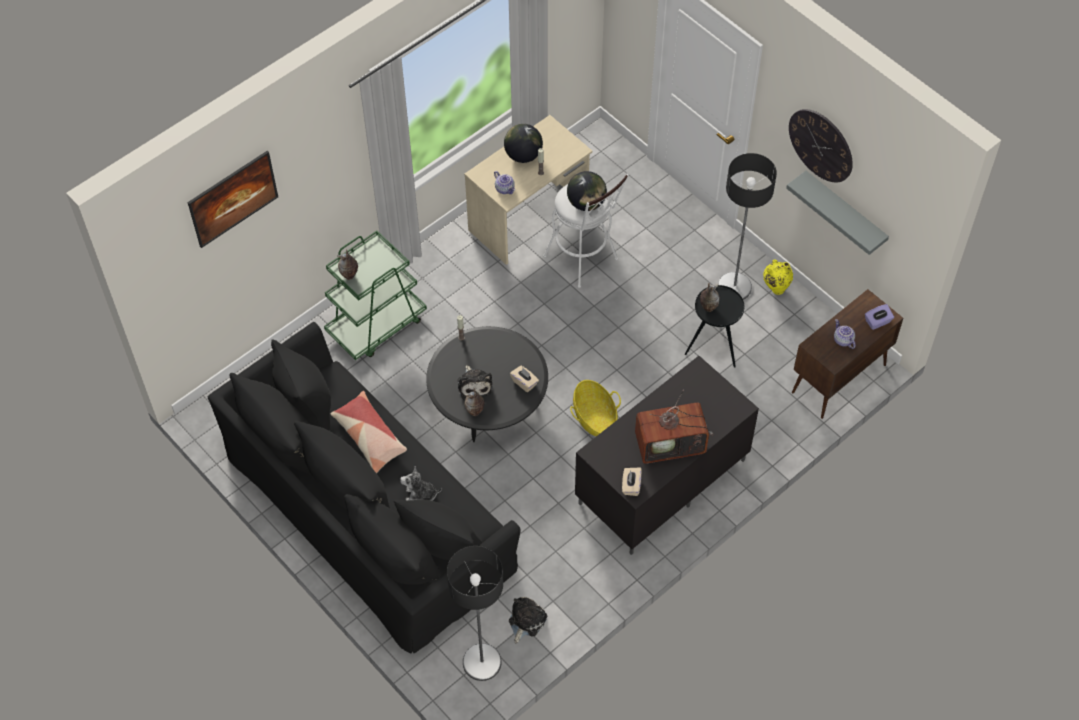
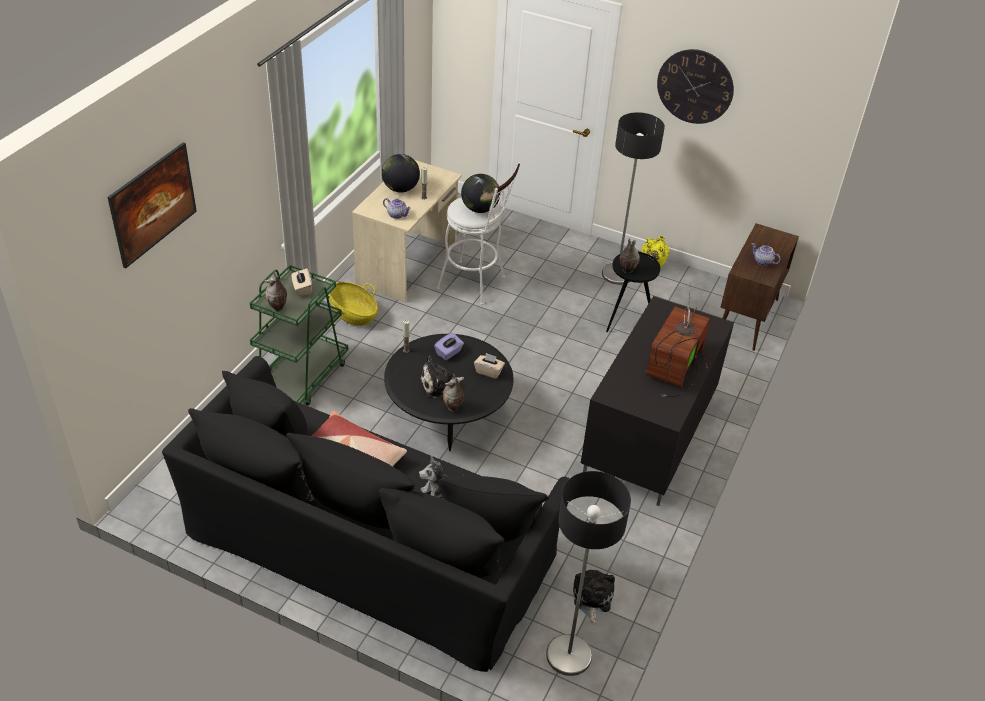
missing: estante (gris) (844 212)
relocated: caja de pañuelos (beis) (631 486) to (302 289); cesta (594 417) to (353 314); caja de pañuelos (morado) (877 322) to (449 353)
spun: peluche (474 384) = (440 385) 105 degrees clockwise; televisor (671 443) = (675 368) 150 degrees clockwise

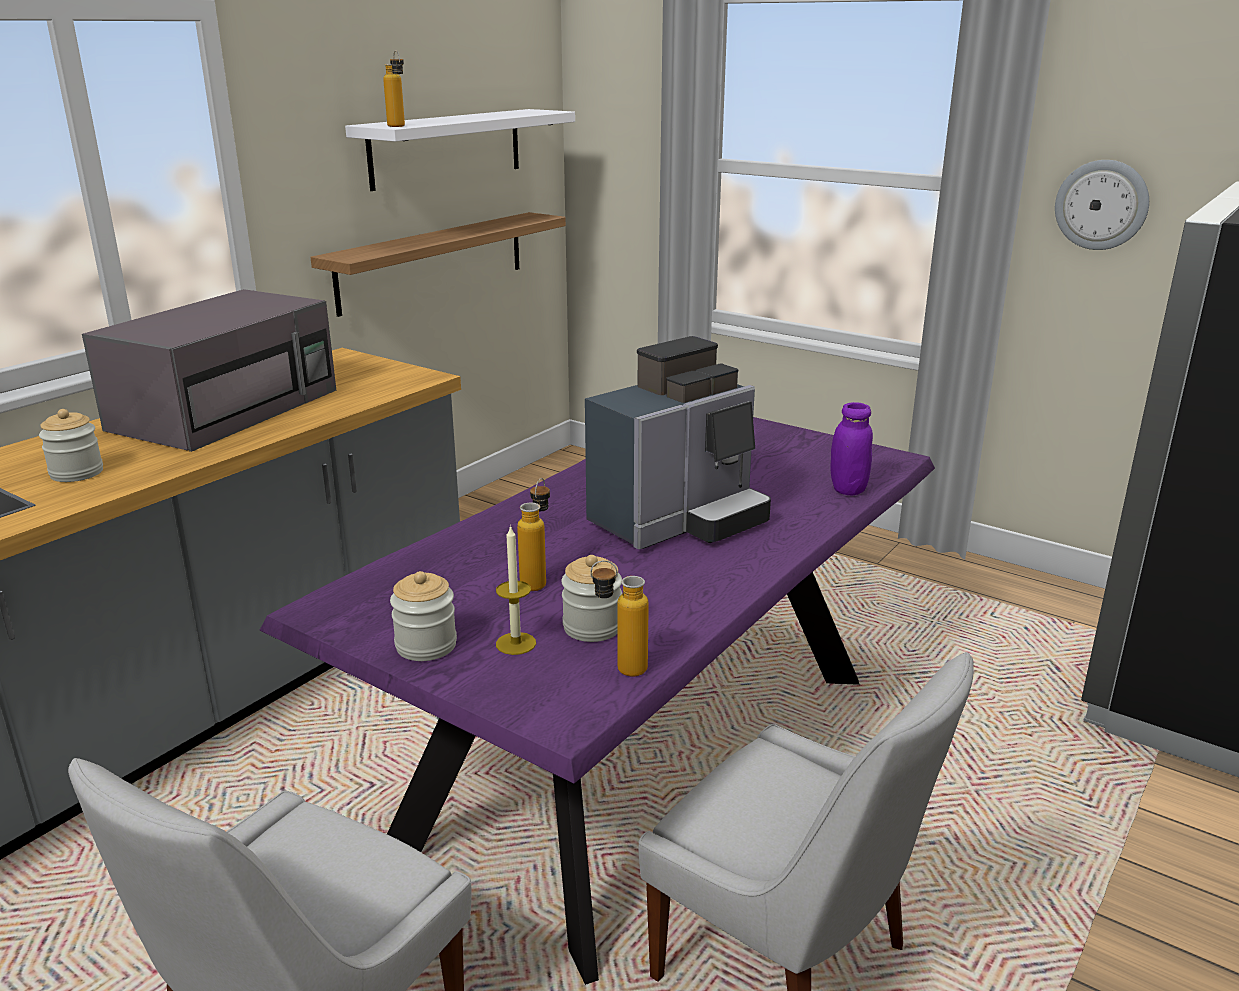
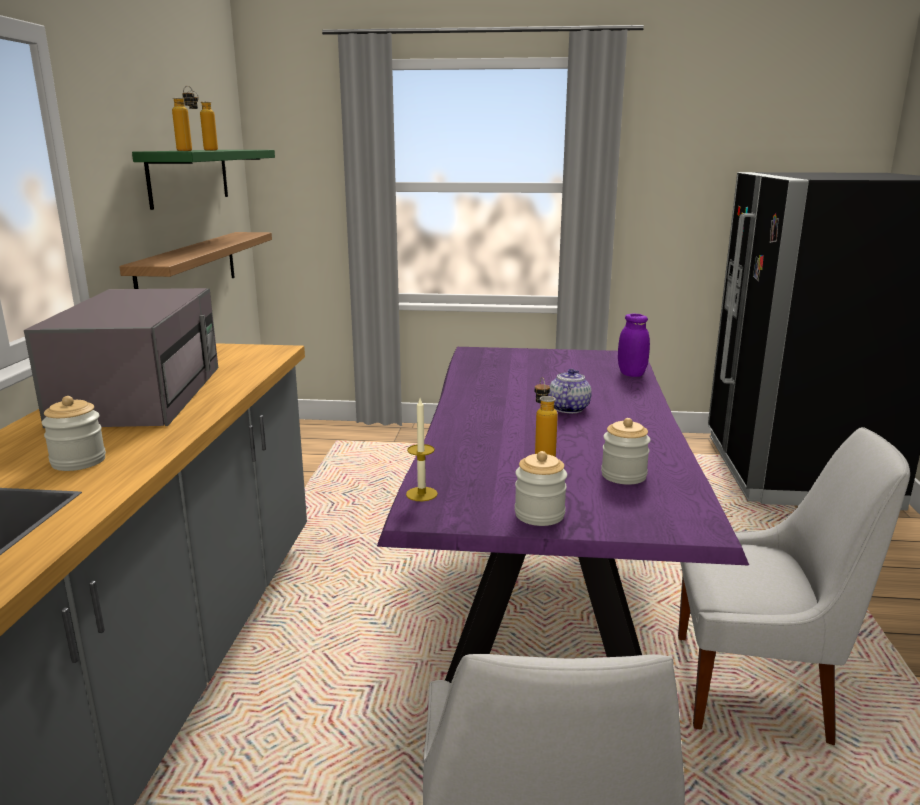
missing: reloj de pared (1101 205)
relocated: botella (619 669) to (205 150); vela (516 643) to (421 494)
exchanged: cafetera (679 521) to tetera (568 408)
colour: estante (blanco) (447 148) to estante (verde) (189 176)

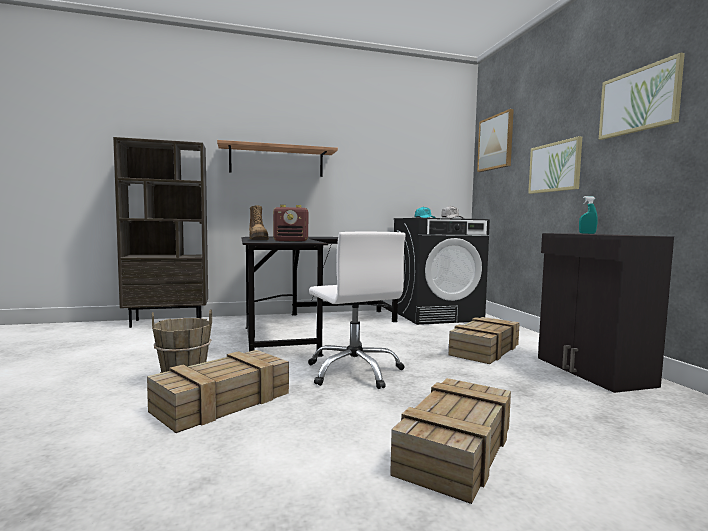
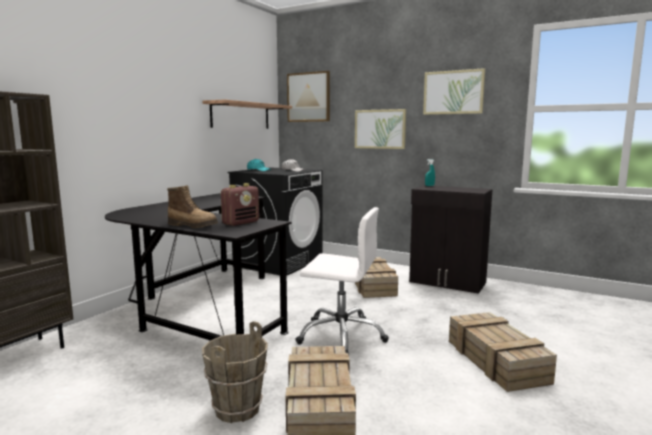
relocated: estante (277 161) to (241 116)

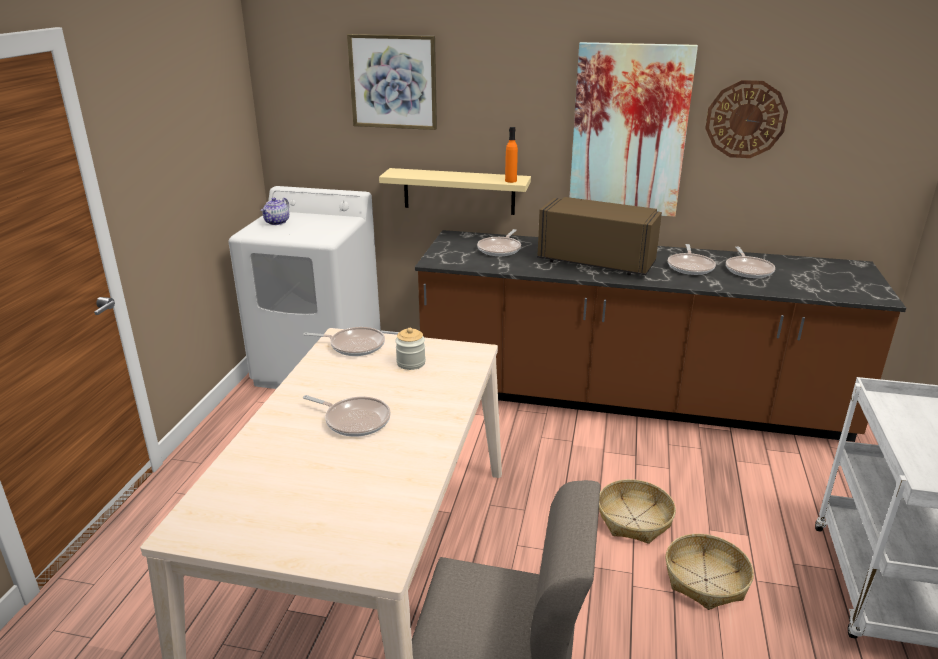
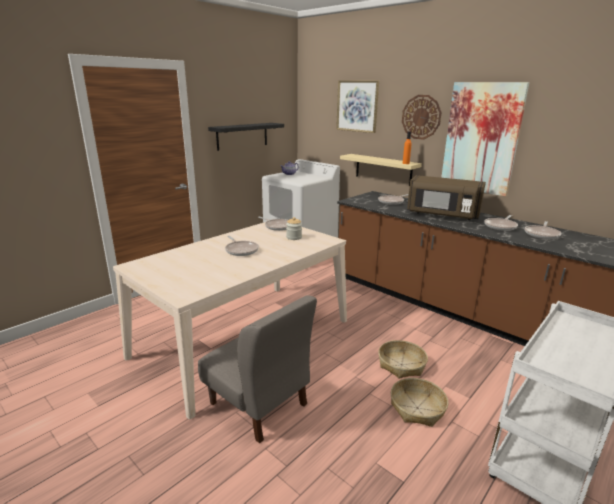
appeared: estante (negro) (242 136)
relocated: reloj de pared (745 119) to (421 117)
spun: microondas (marrón) (597 261) = (442 214) 150 degrees clockwise

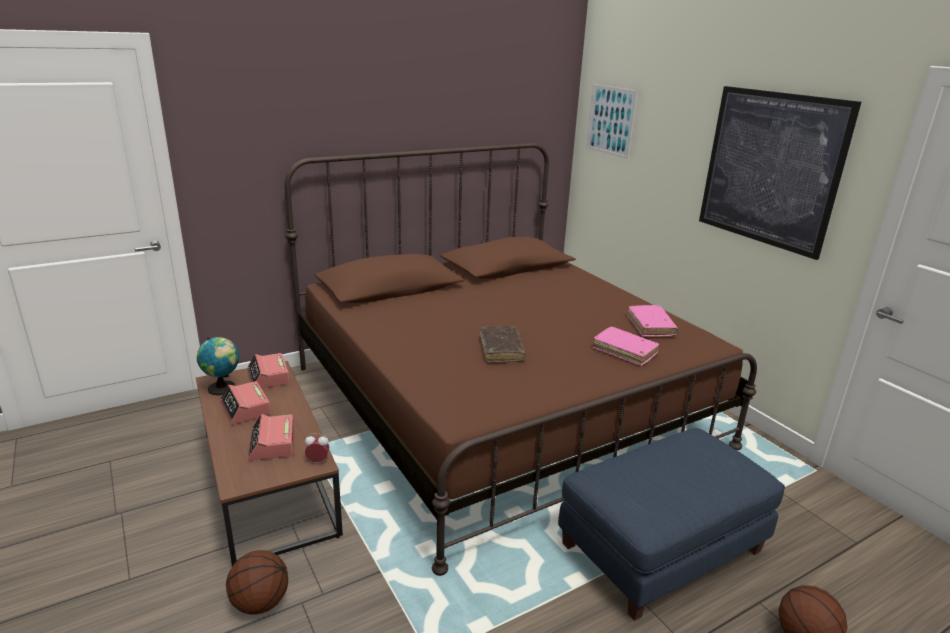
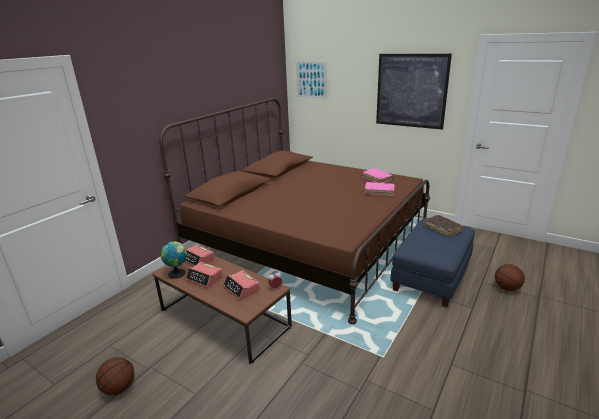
relocated: balón de baloncesto (259 603) to (119 388); libro (marrón) (501 350) to (443 228)

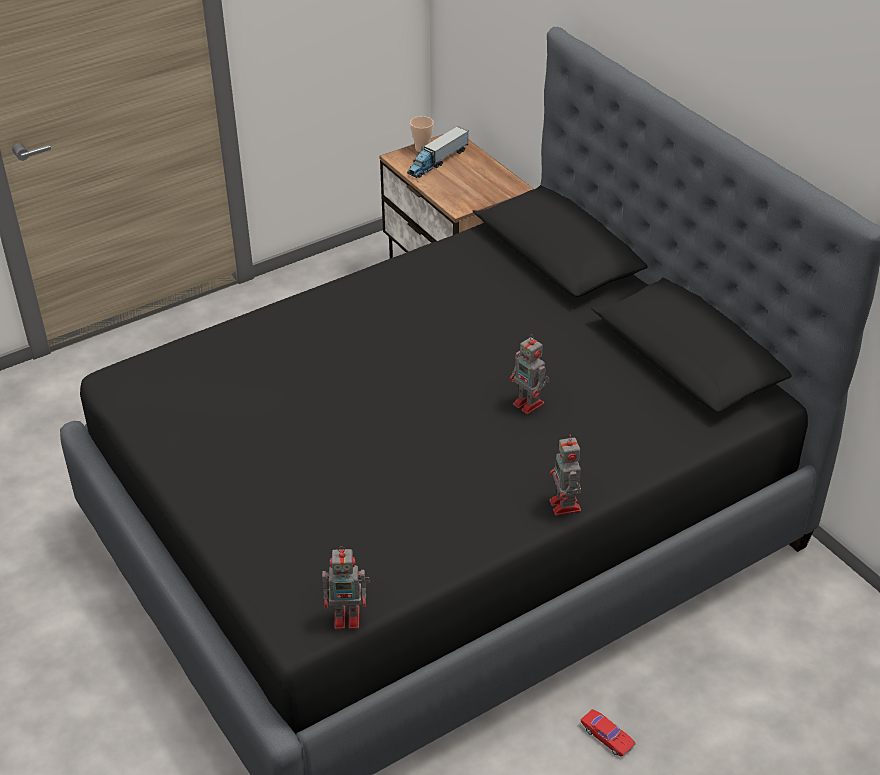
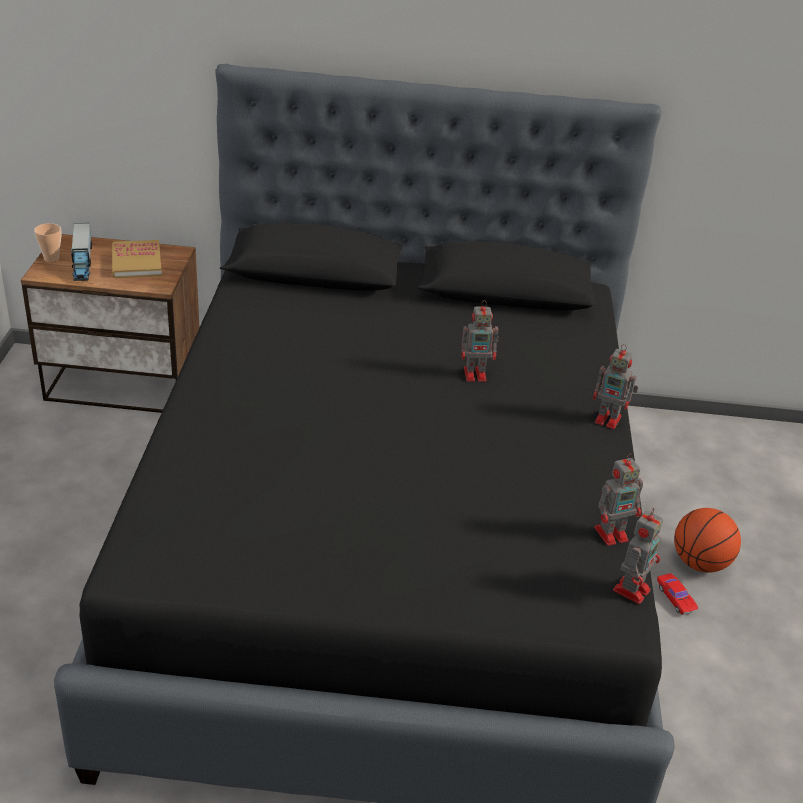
appeared: libro (136 262); robot de juguete (612 533); balón de baloncesto (700 563)
spun: coche de juguete (rojo) (607 736) = (676 597) 75 degrees clockwise

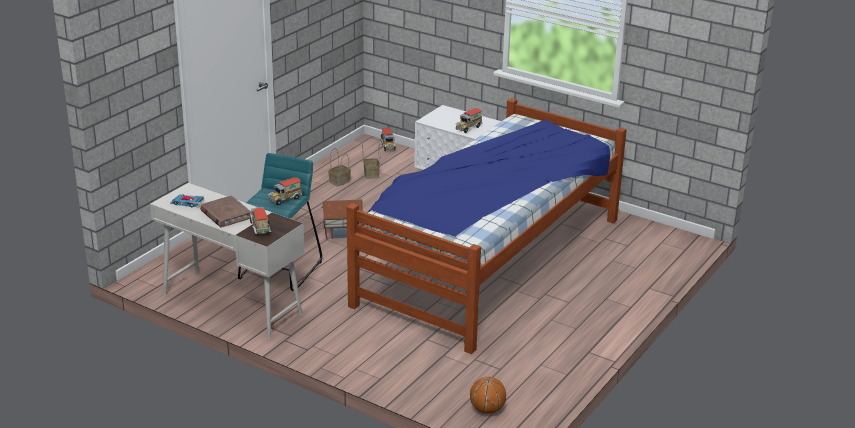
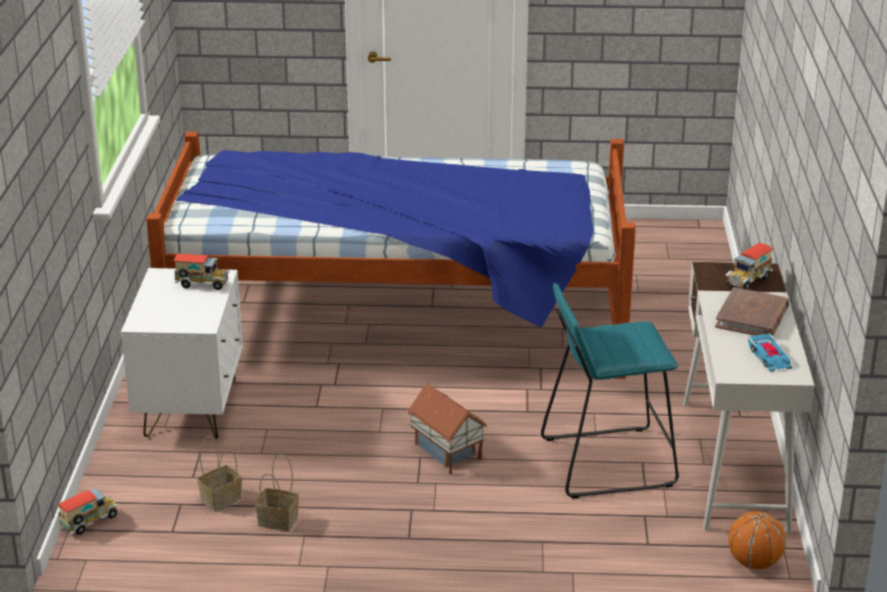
missing: camión de juguete (285 200)
relocated: balón de baloncesto (487 410) to (754 563)

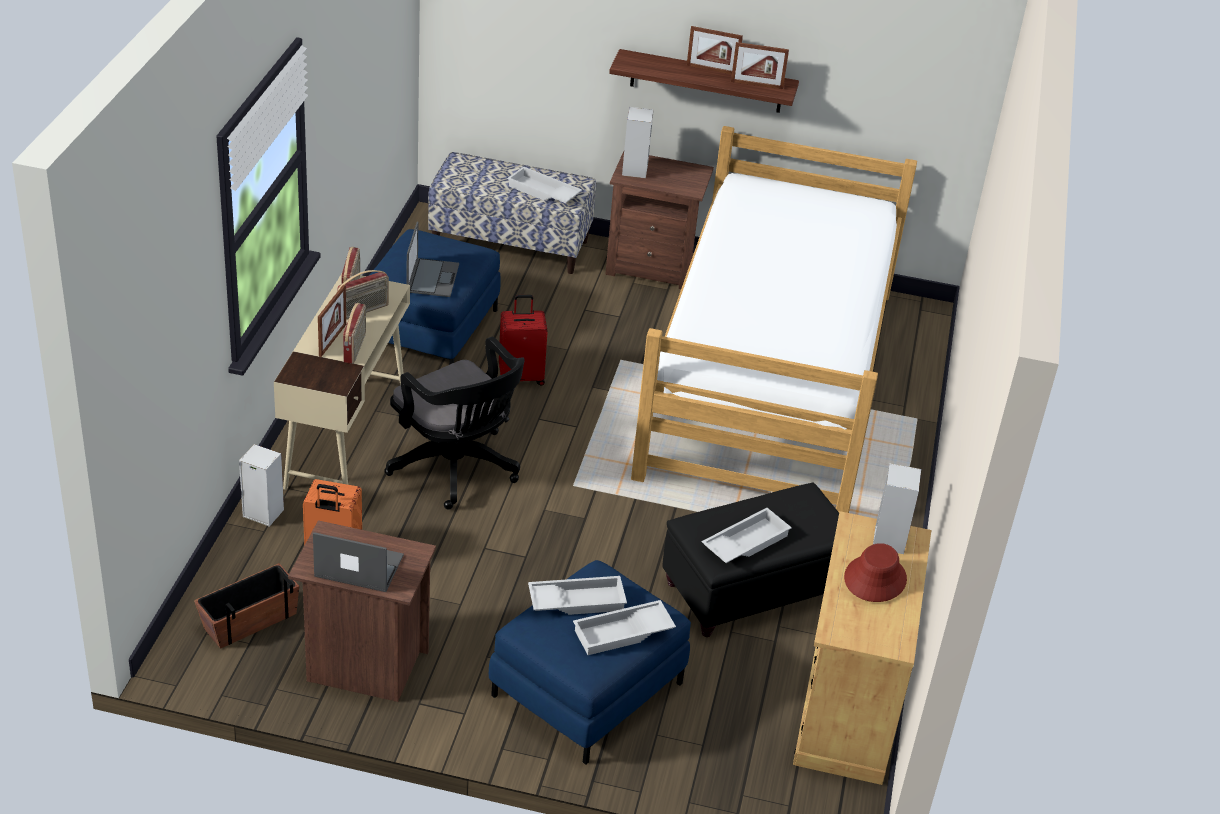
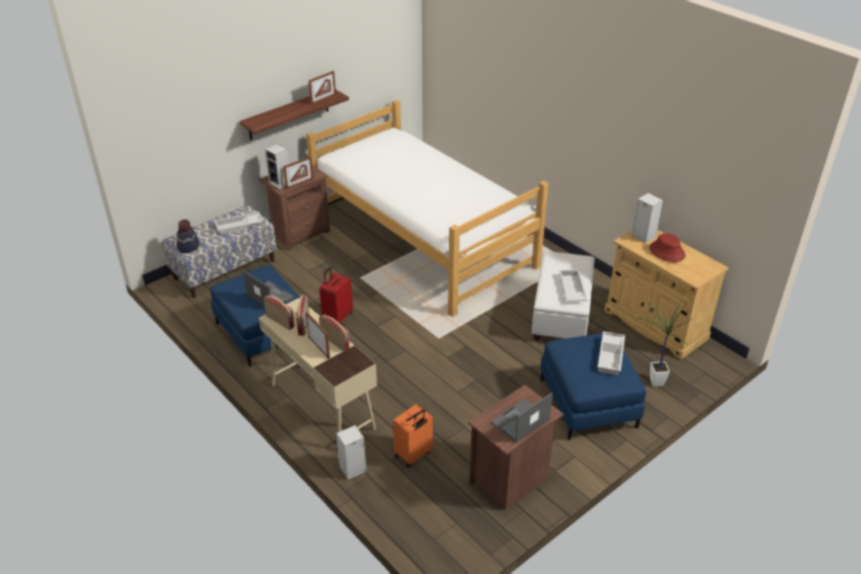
missing: maceta (249 620); silla de oficina (negro) (457 469); bandeja (blanco) (577 600)
appeared: sombrero (188 246); planta en maceta (653 381)
relocated: portarretratos (712 70) to (299 183)
colour: puf (negro) (753 590) to puf (blanco) (561 316)

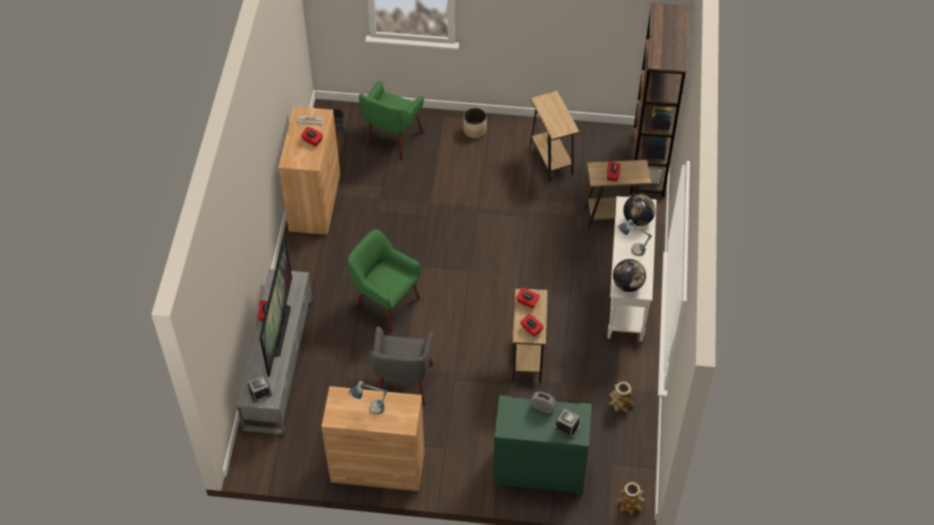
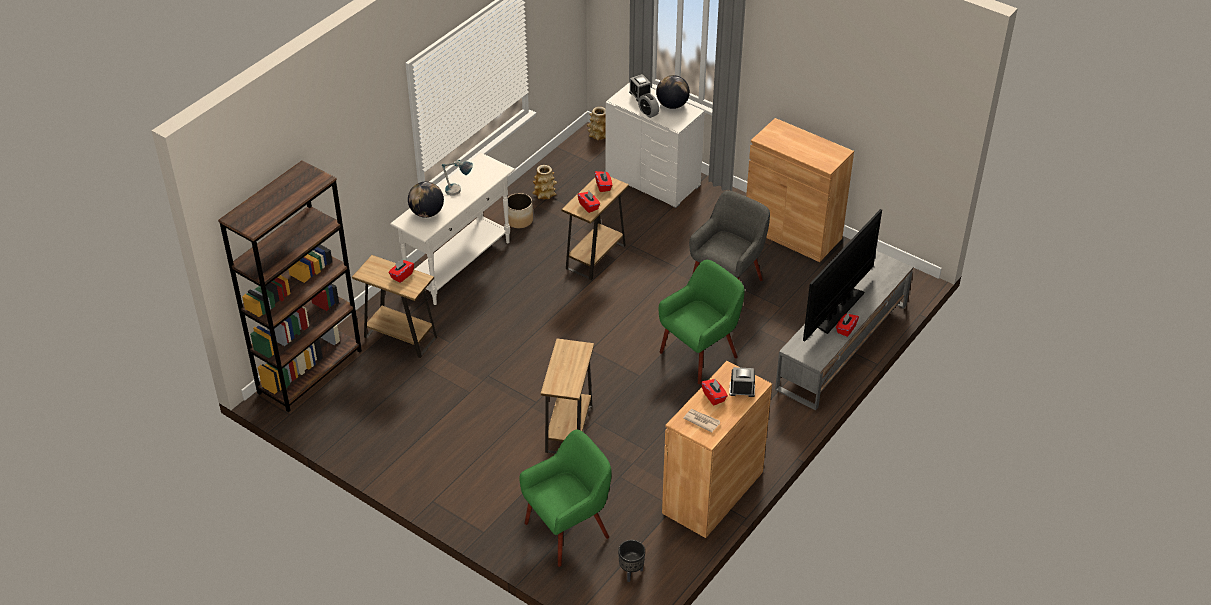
missing: lámpara de mesa (370 409)
relocated: maceta (475 130) to (519 220); mesa auxiliar (marrón) (551 159) to (569 429); globo terráqueo (628 285) to (672 105); despertador (260 393) to (742 389)
colour: cómoda (verde) (539 470) to cómoda (blanco) (653 180)
spun: sillón (verde) (385 303) = (700 355) 105 degrees counterclockwise

